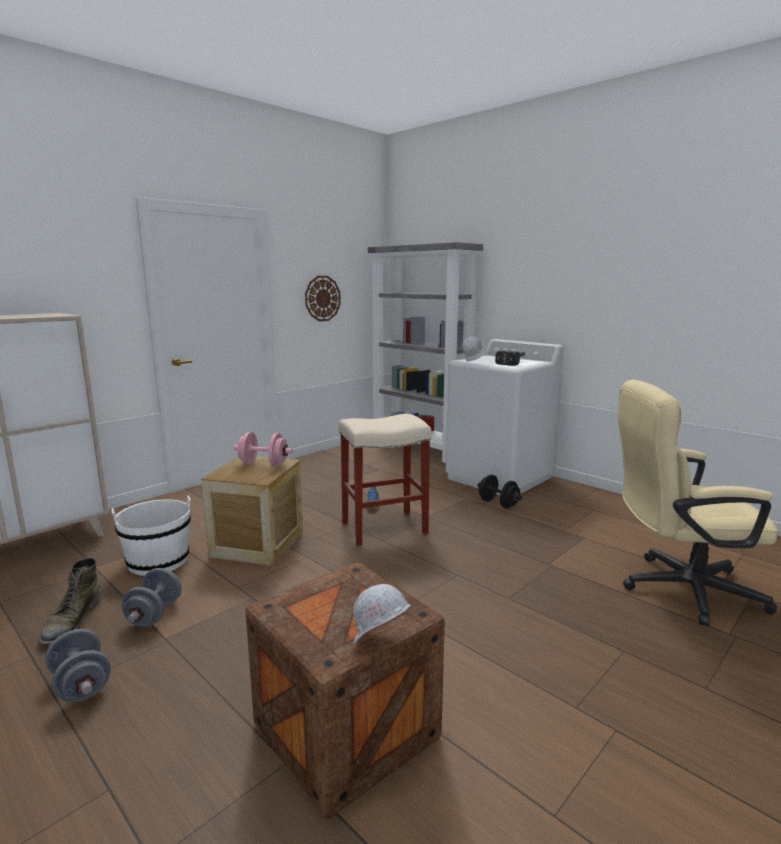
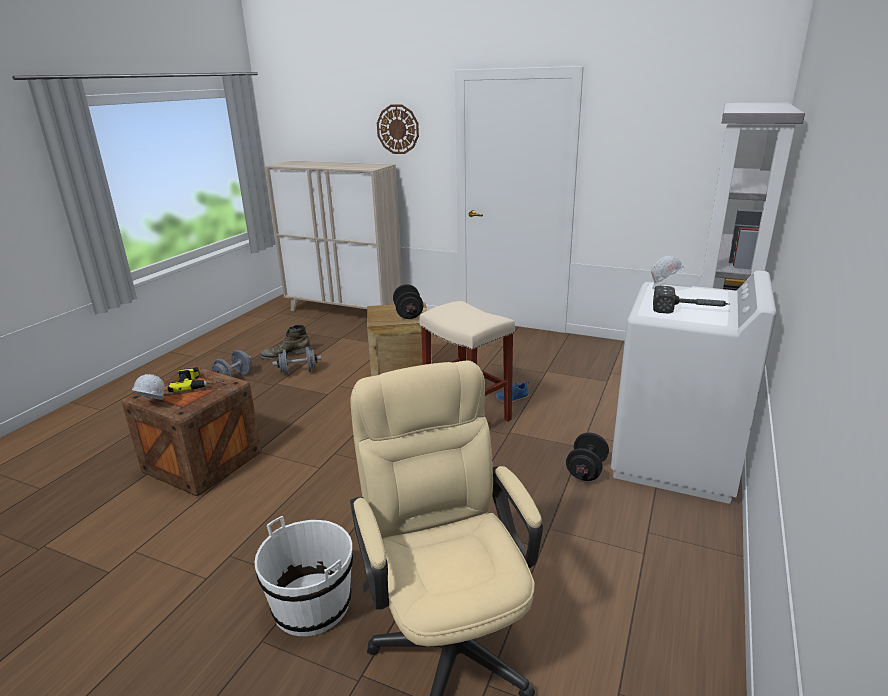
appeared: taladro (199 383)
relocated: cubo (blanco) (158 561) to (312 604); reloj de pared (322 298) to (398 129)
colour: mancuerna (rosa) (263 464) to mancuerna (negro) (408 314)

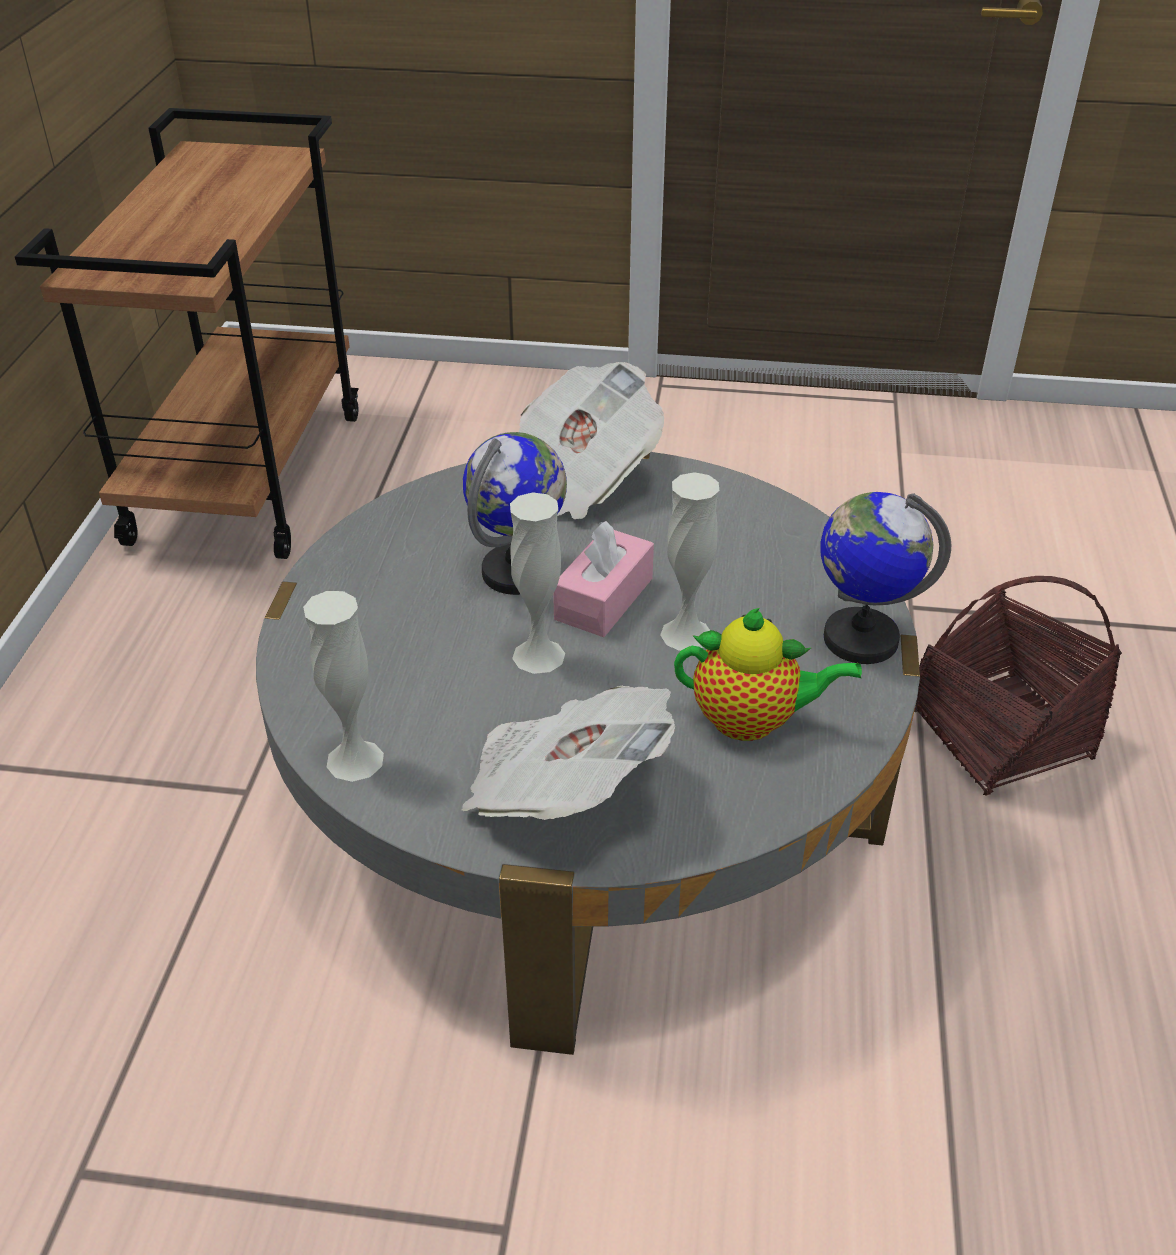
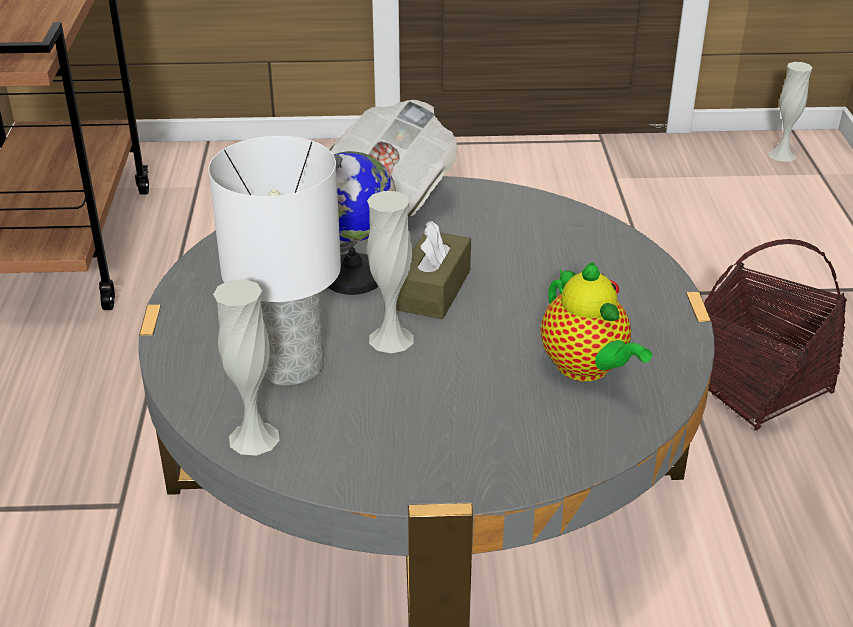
missing: periódico (564 789); globo terráqueo (860 638)
appeared: lámpara de mesa (blanco) (289 367)
relocated: florero (blanco) (686 634) to (782 155)
colour: caja de pañuelos (rosa) (604 599) to caja de pañuelos (marrón) (434 290)
spun: tetera (752 720) = (586 369) 60 degrees clockwise

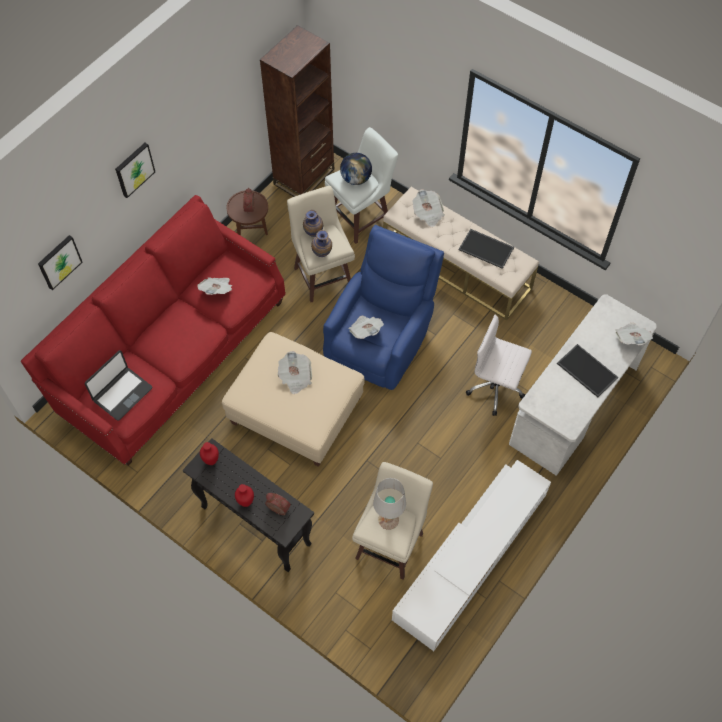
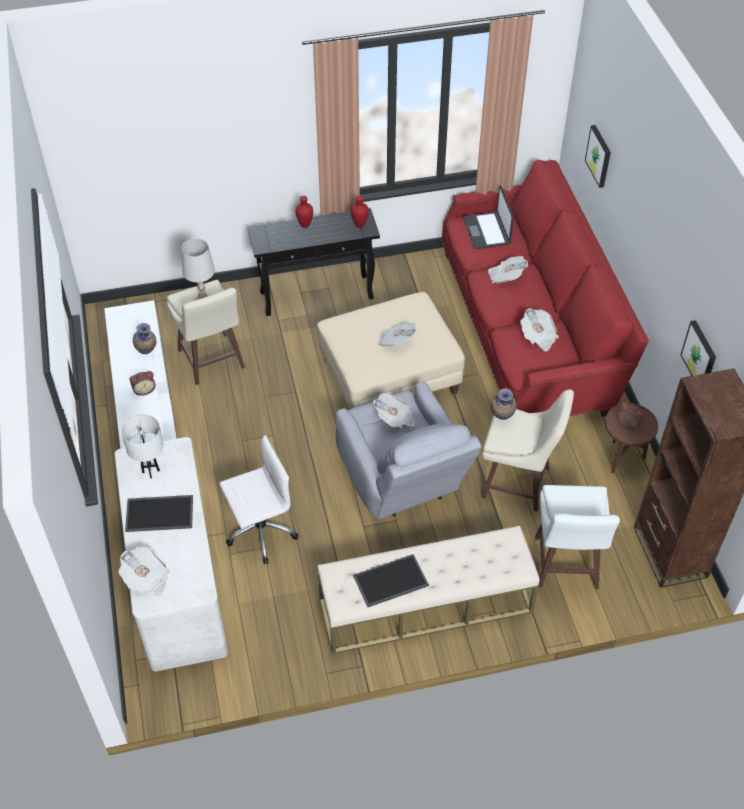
missing: globo terráqueo (356 179)
appeared: lámpara de mesa (blanco) (150 471)
relocated: despertador (277 509) to (144 390); florero (313 234) to (147 353); periódico (428 214) to (506 277); cuadro (134 169) to (700 355)
colour: sillón (azul) (381 337) to sillón (gris) (403 481)

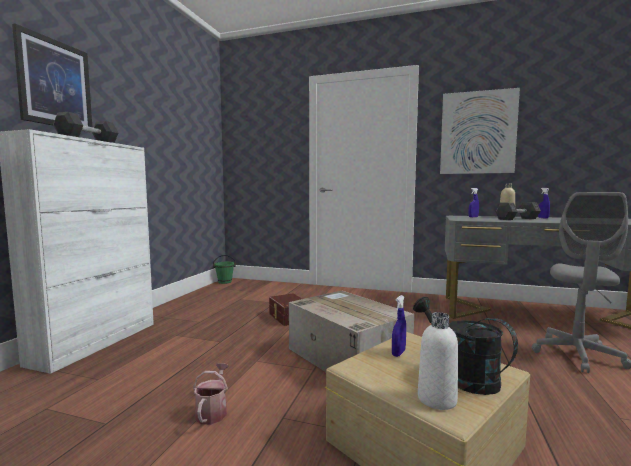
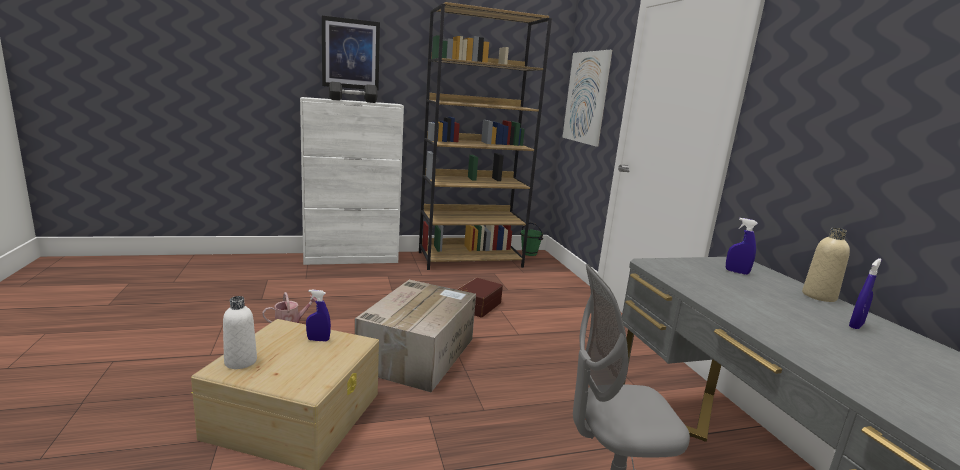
missing: regadera (negro) (461 375); mancuerna (gris) (517 219)
appeared: estantería (marrón) (470 259)
relocated: cuadro (477 132) to (586 97)

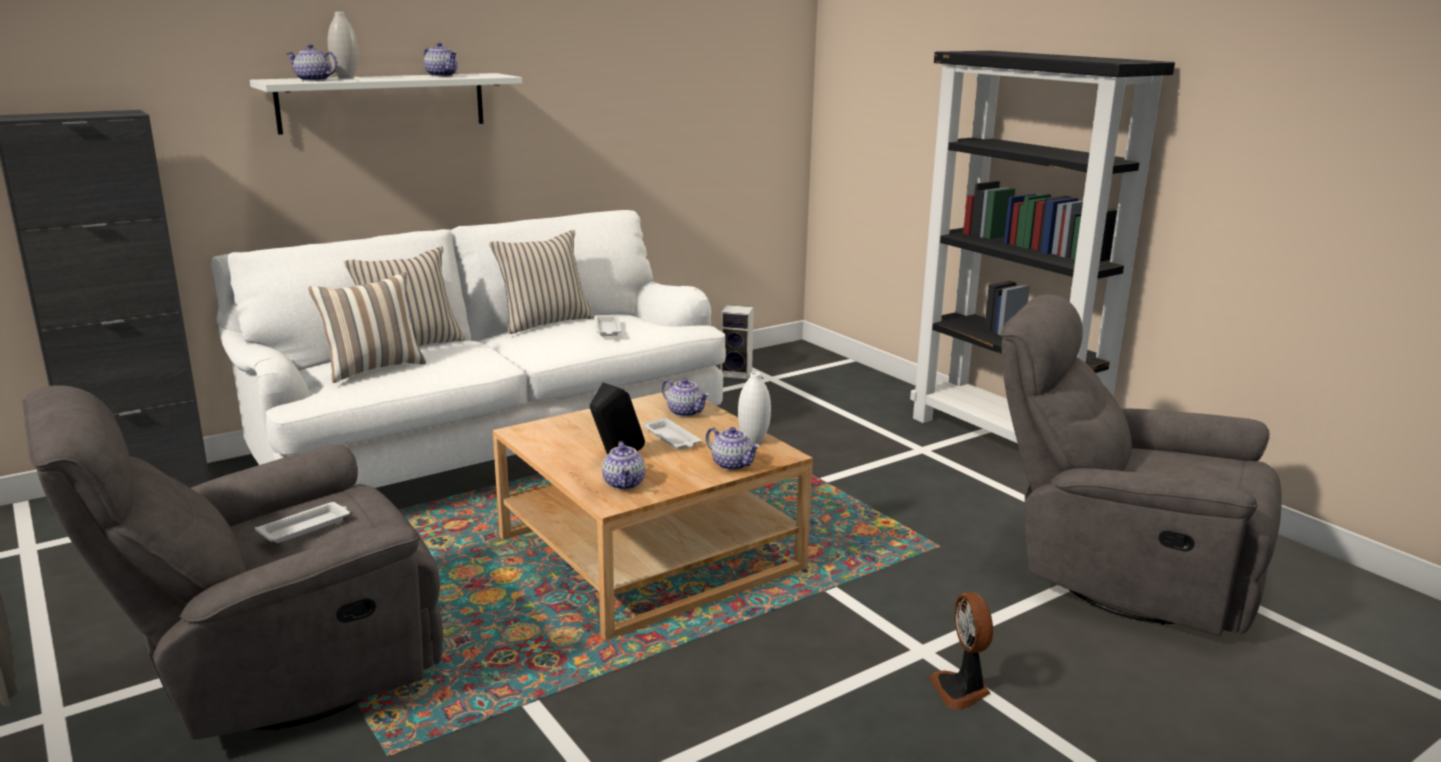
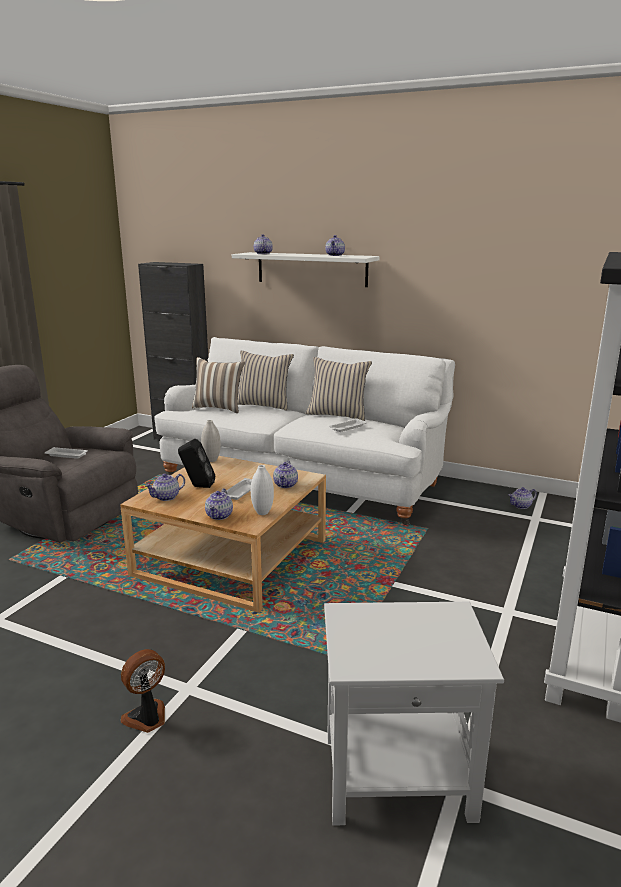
relocated: florero (blanco) (346 78) to (211 460)
exchanged: sillón (gris) (1122 573) to mesa auxiliar (blanco) (399 776); altavoz (737 374) to tetera (521 506)

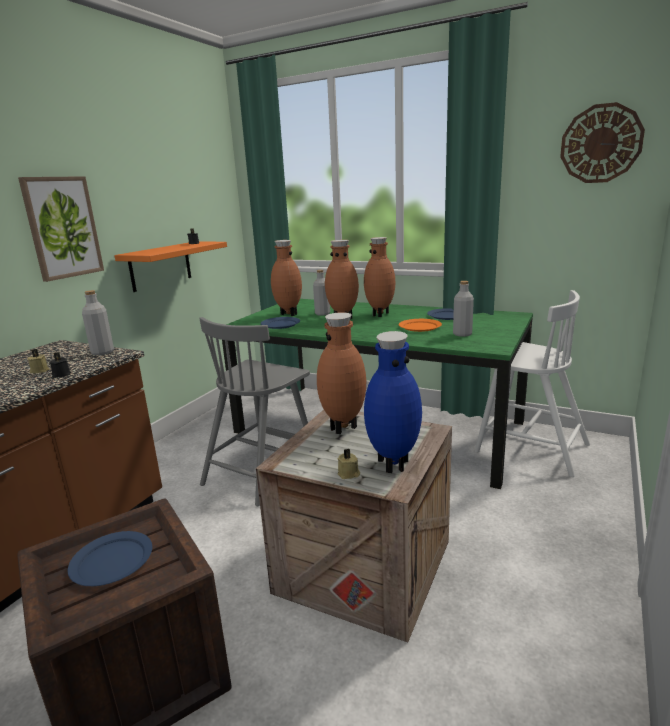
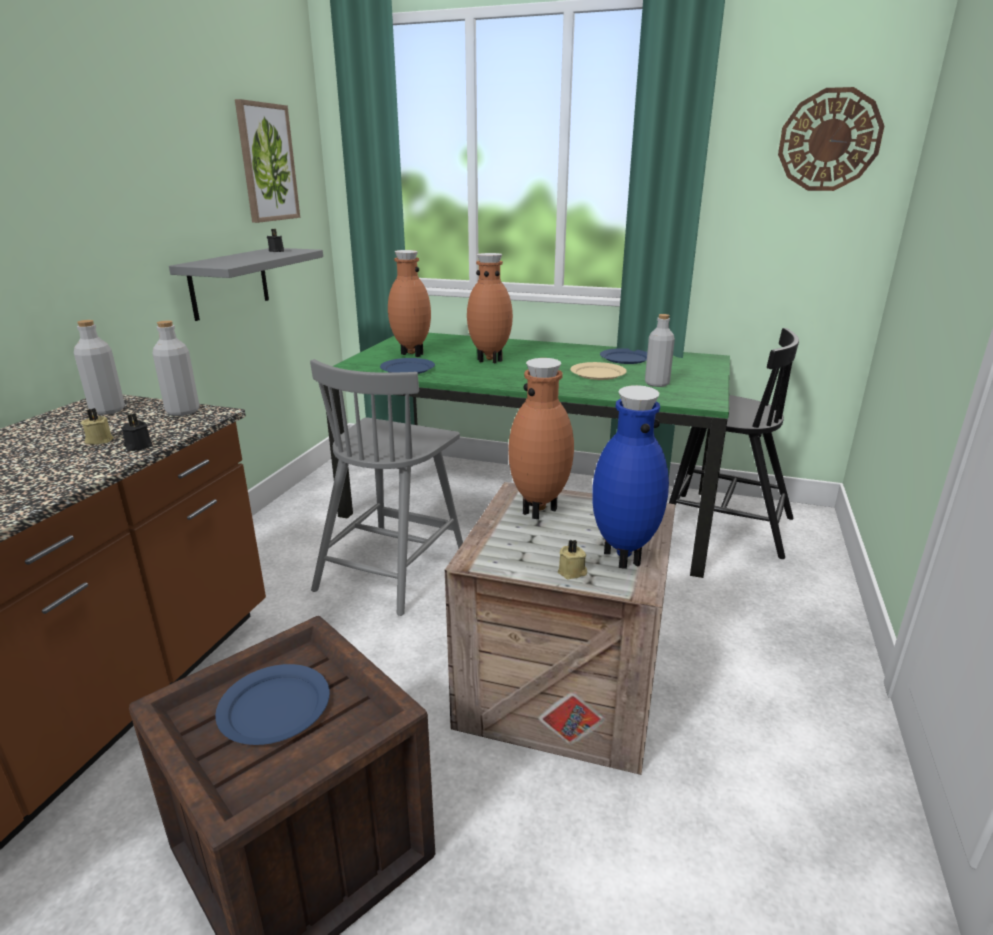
missing: florero (marrón) (380 314)
relocated: botella (gris) (322 314) to (107 410); cuadro (62 227) to (267 163)
colour: estante (naranja) (160 266) to estante (gris) (229 283); plato (naranja) (420 327) to plato (beis) (598 373); silla (blanco) (529 447) to silla (negro) (724 524)

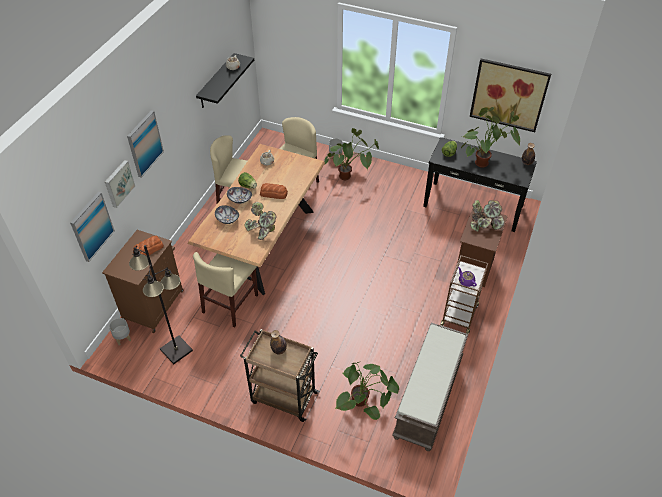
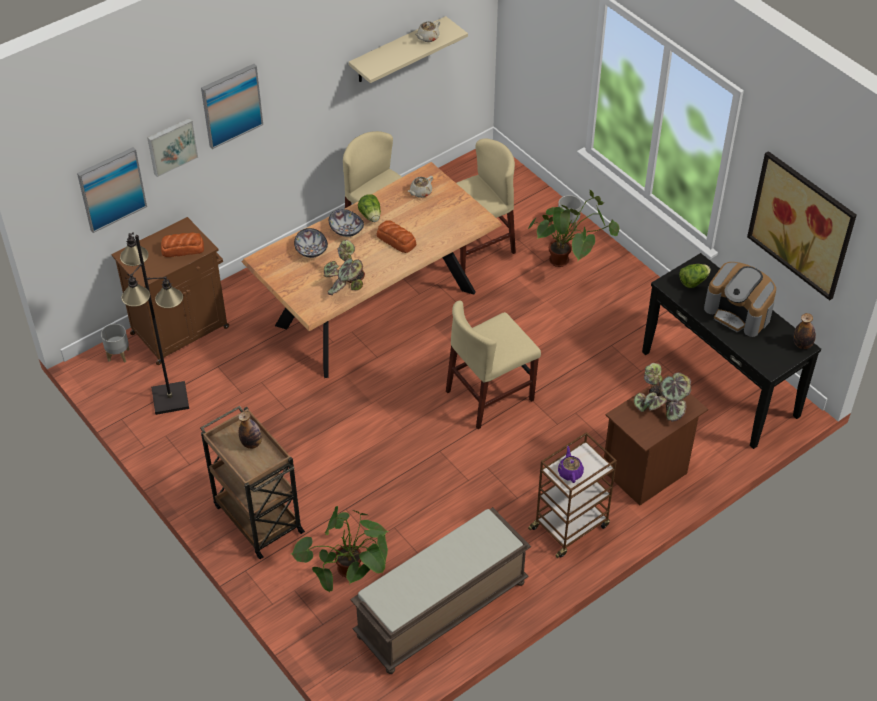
relocated: silla (beis) (230 303) to (490 395)
exchanged: planta en maceta (484 159) to cafetera (738 312)
colour: estante (negro) (216 82) to estante (beis) (398 50)

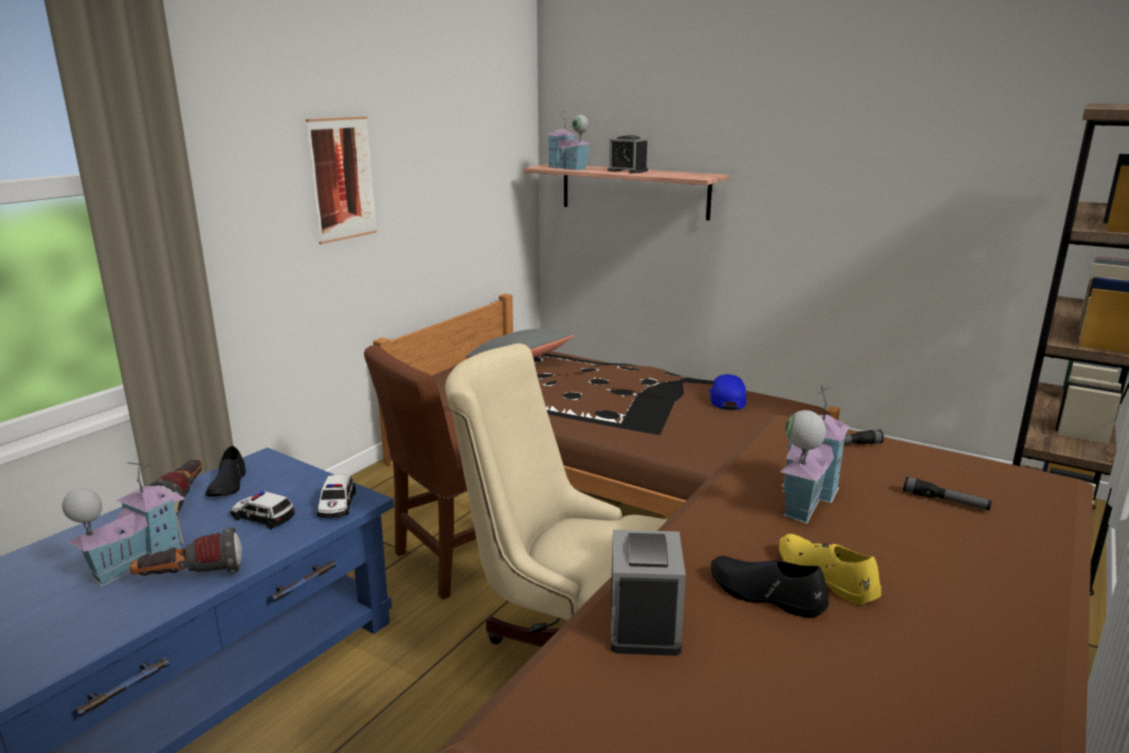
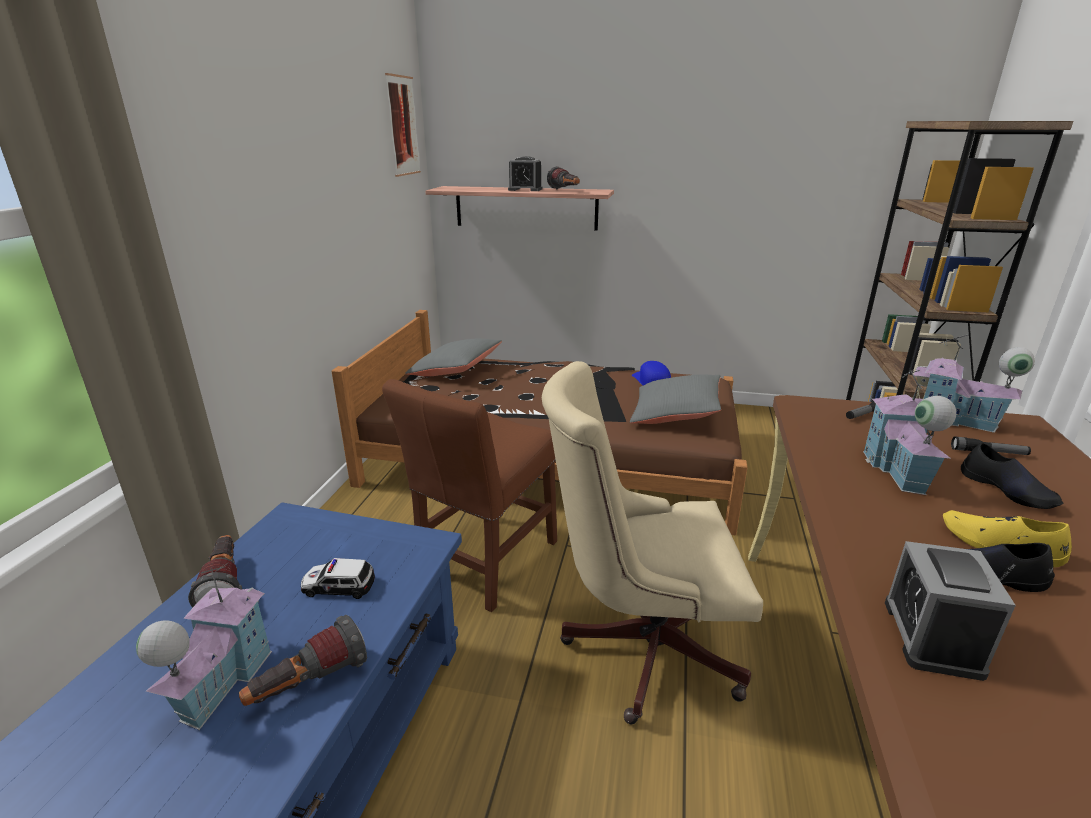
missing: coche de juguete (337 505)
appeared: linterna (565 191); cojín (gris) (675 414)
relocated: cuadro (342 179) to (403 126); casita (567 168) to (954 420); zapato (negro) (228 484) to (1007 490)
spun: despertador (644 623) = (932 637) 150 degrees counterclockwise

